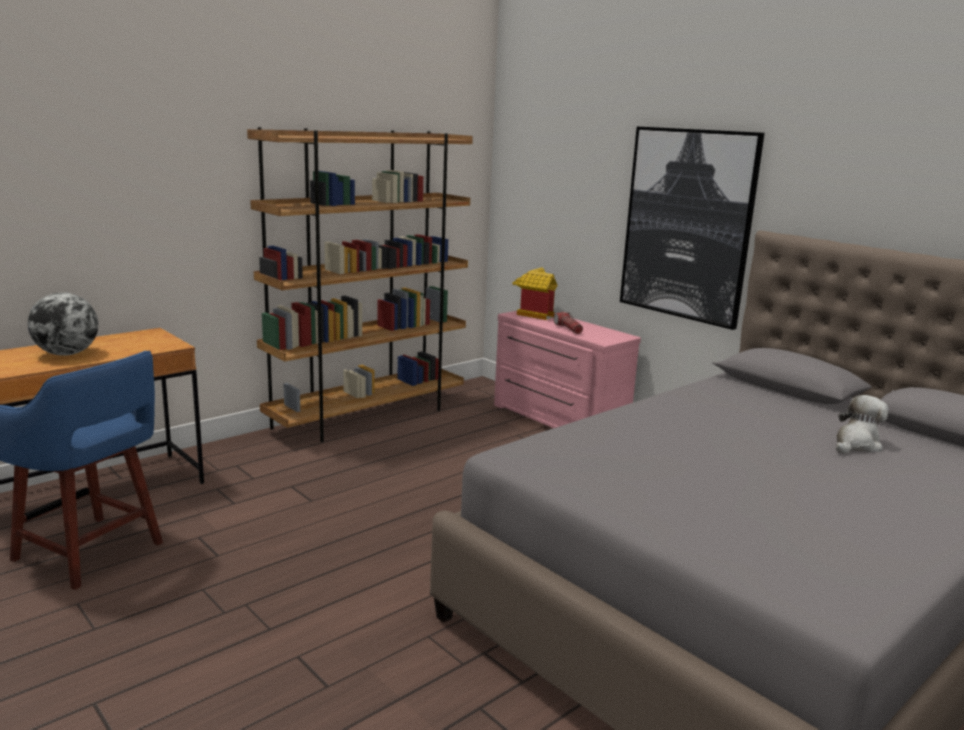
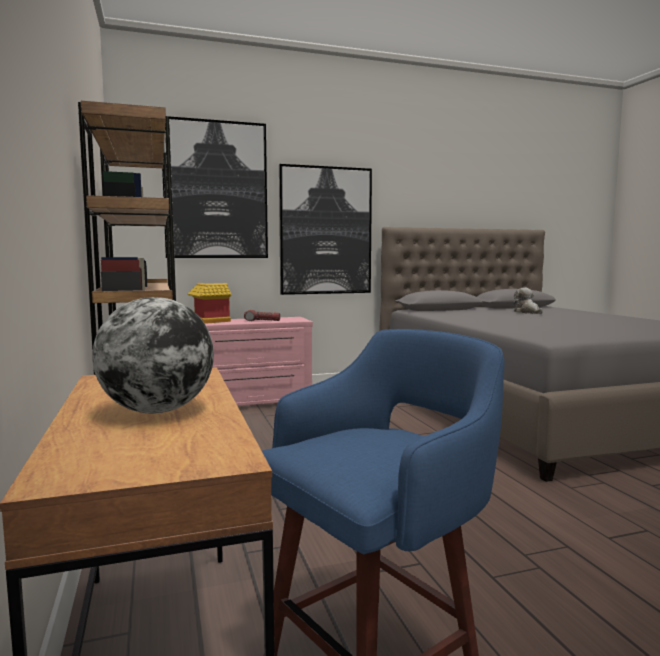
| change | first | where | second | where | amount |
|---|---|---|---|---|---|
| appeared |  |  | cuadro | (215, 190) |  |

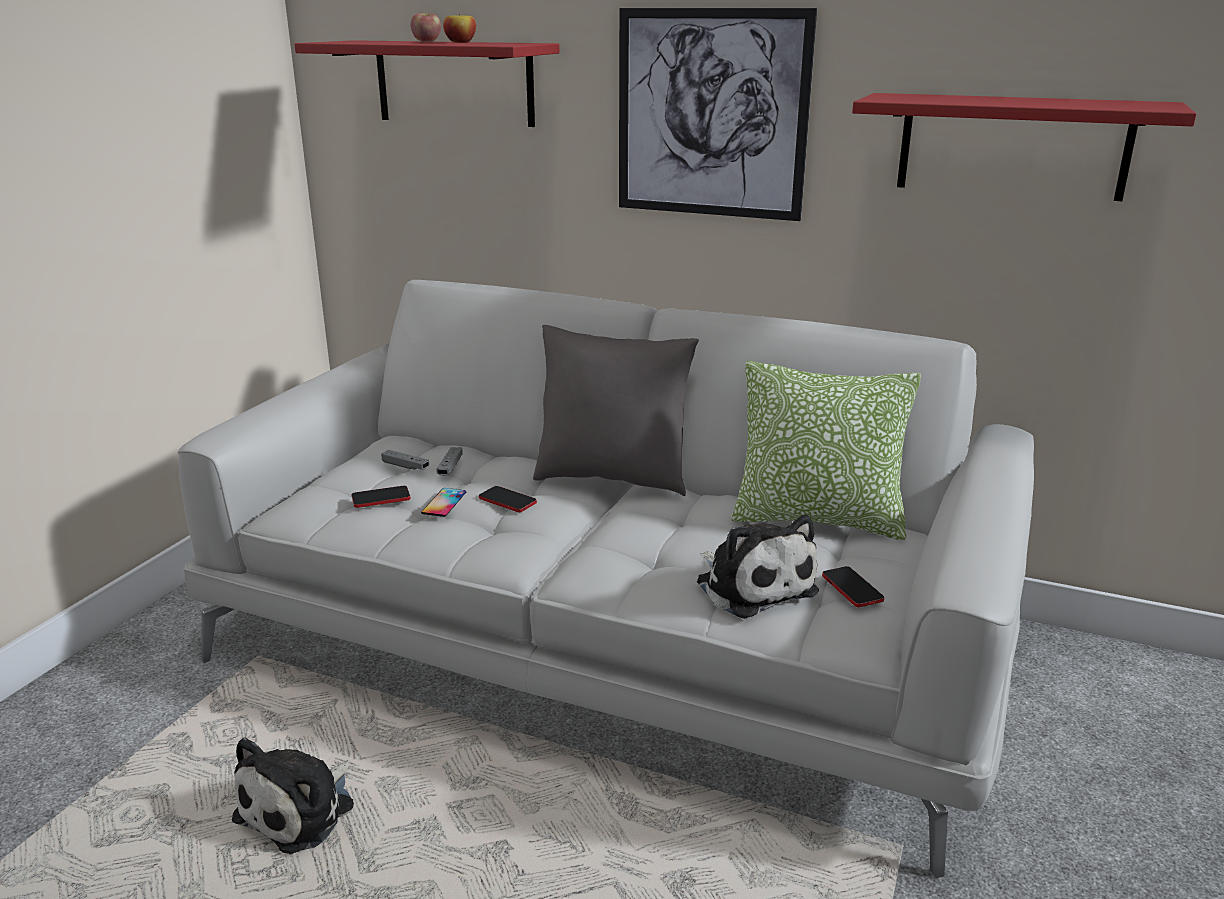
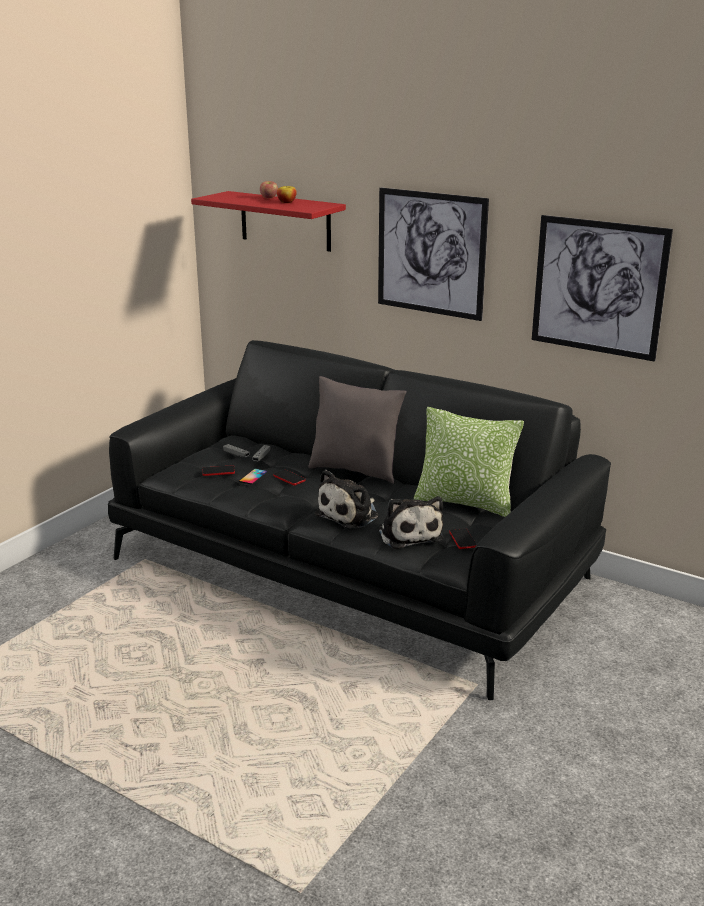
| change | first | where | second | where | amount |
|---|---|---|---|---|---|
| colour | sofá [blanco] | (611, 640) | sofá [negro] | (351, 570) |  |
| relocated | peluche | (301, 809) |  | (350, 514) |  |
| exchanged | estante [rojo] | (1012, 146) | cuadro | (598, 287) |  |

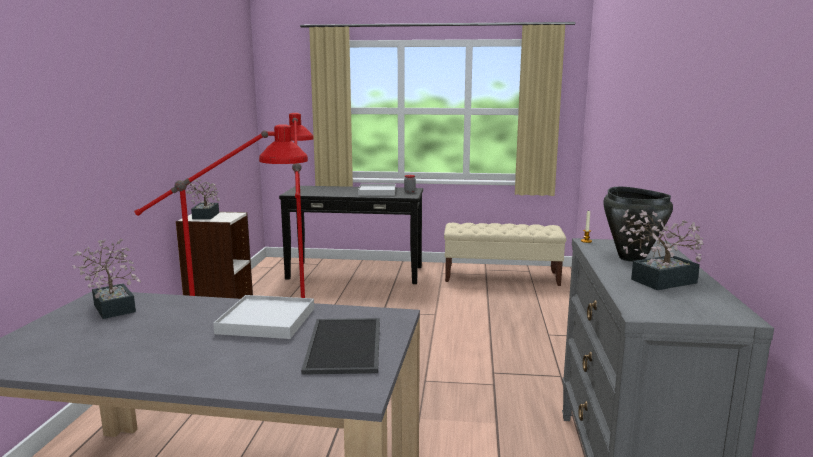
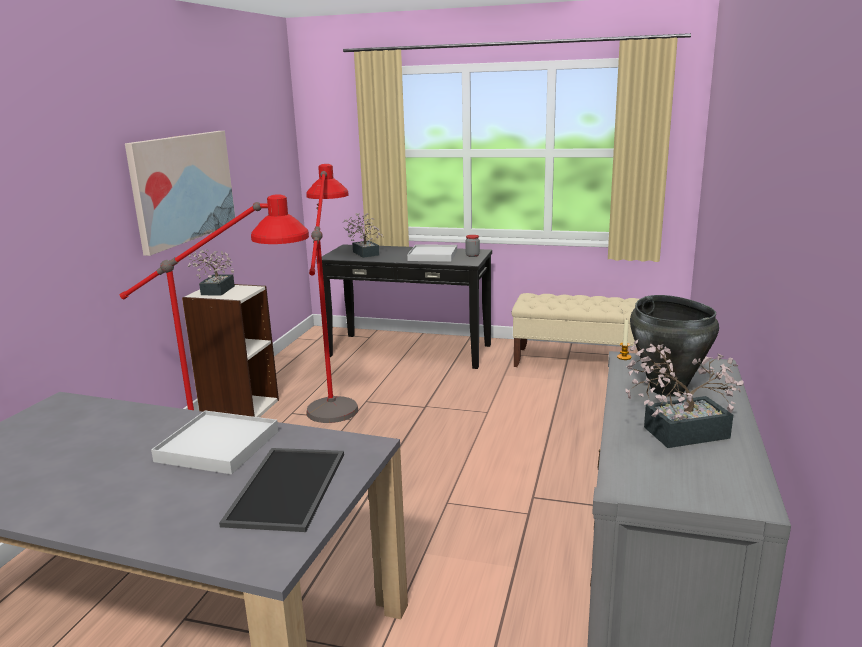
| change | first | where | second | where | amount |
|---|---|---|---|---|---|
| relocated | planta en maceta | (114, 306) |  | (365, 253) |  |
| appeared |  |  | cuadro | (183, 188) |  |

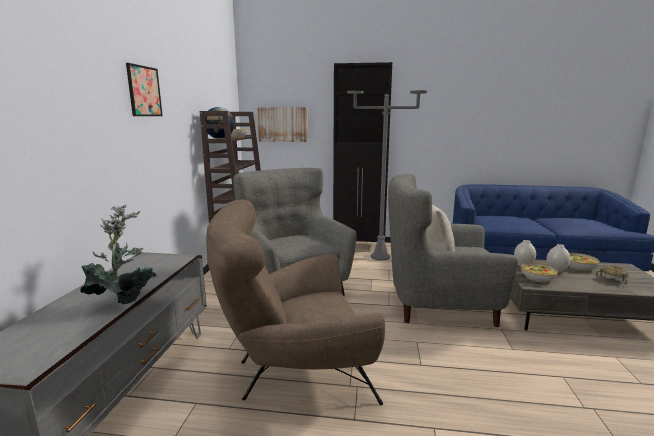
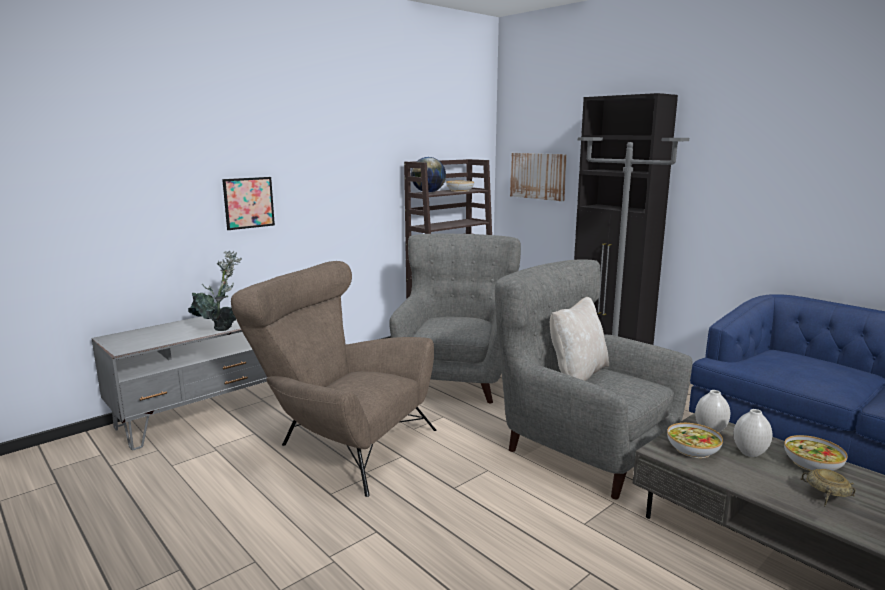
| change | first | where | second | where | amount |
|---|---|---|---|---|---|
| relocated | cuadro | (144, 91) |  | (248, 203) |  |

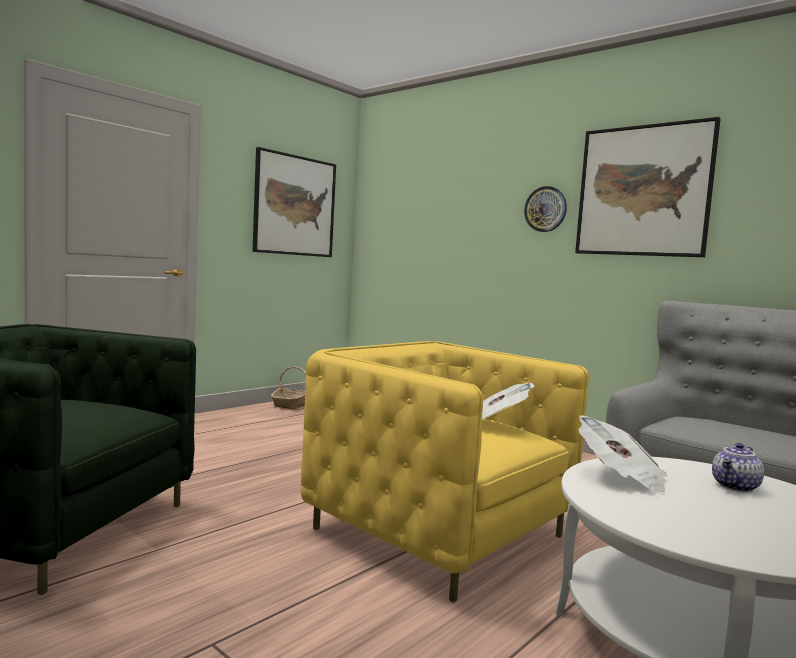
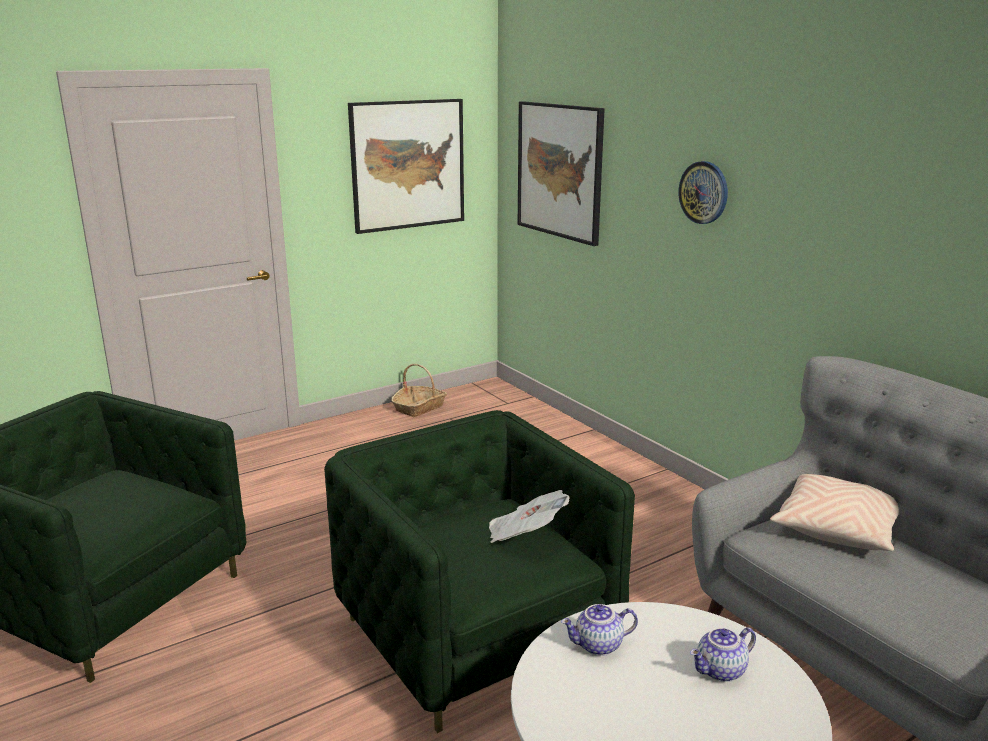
| change | first | where | second | where | amount |
|---|---|---|---|---|---|
| colour | sillón [amarillo] | (439, 532) | sillón [verde] | (476, 635) |  |
| relocated | cuadro | (643, 191) |  | (559, 171) |  |
| exchanged | periódico | (621, 478) | tetera | (598, 646) |  |
| appeared |  |  | cojín [beis] | (836, 527) |  |

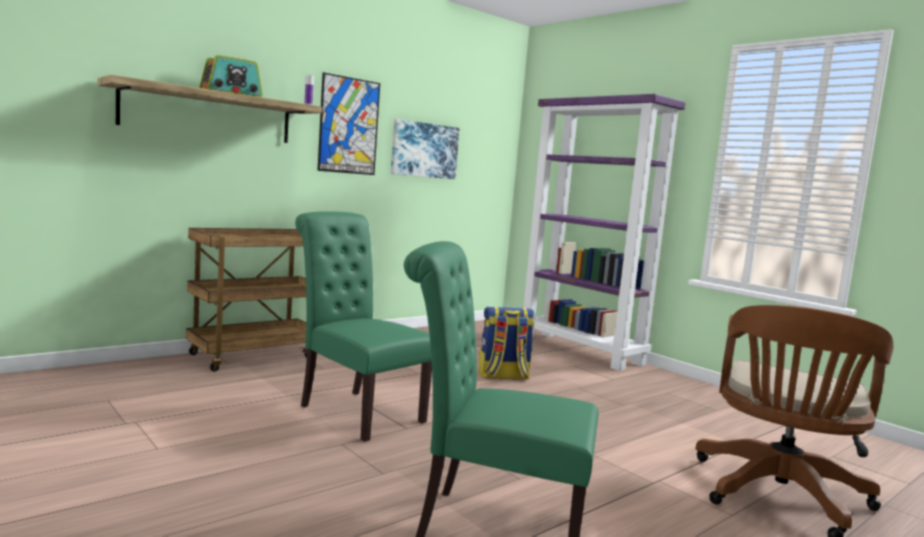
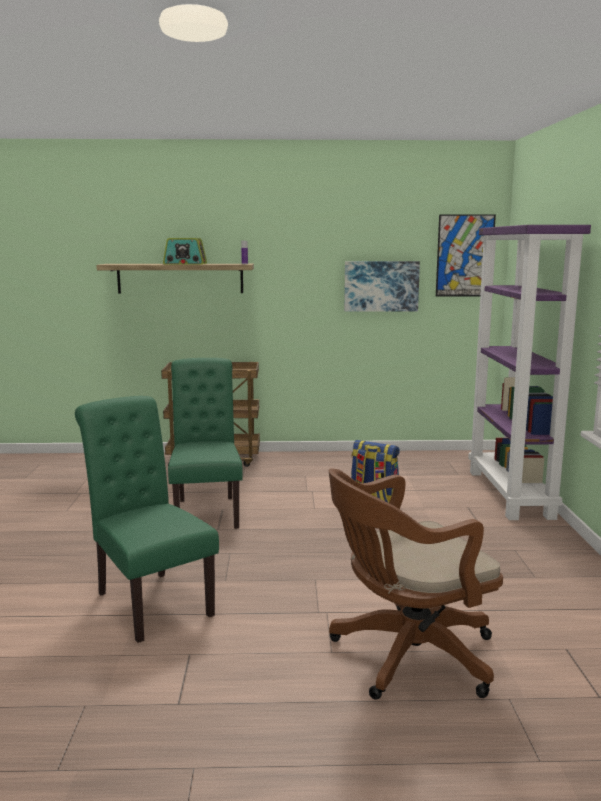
| change | first | where | second | where | amount |
|---|---|---|---|---|---|
| relocated | cuadro | (349, 126) |  | (465, 255) |  |

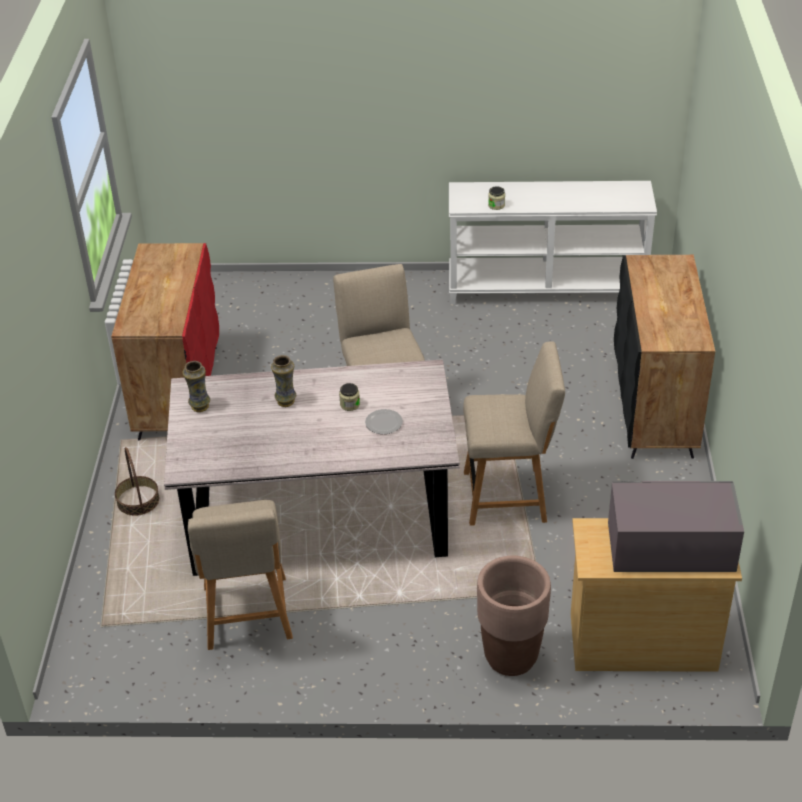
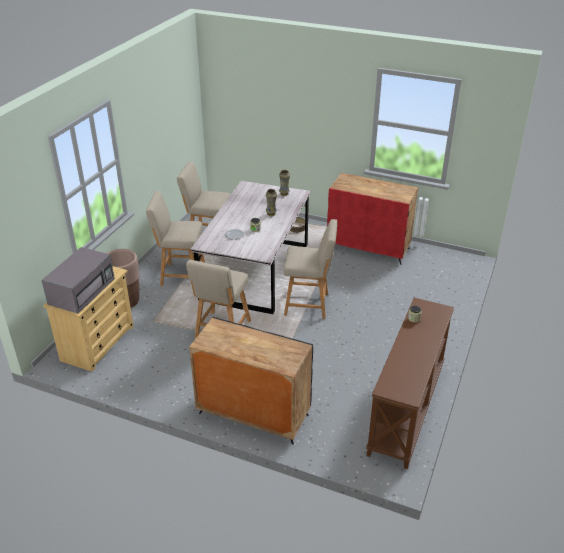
| change | first | where | second | where | amount |
|---|---|---|---|---|---|
| colour | mesa consola [blanco] | (547, 287) | mesa consola [marrón] | (407, 409) |  |
| appeared |  |  | silla [beis] | (180, 275) |  |

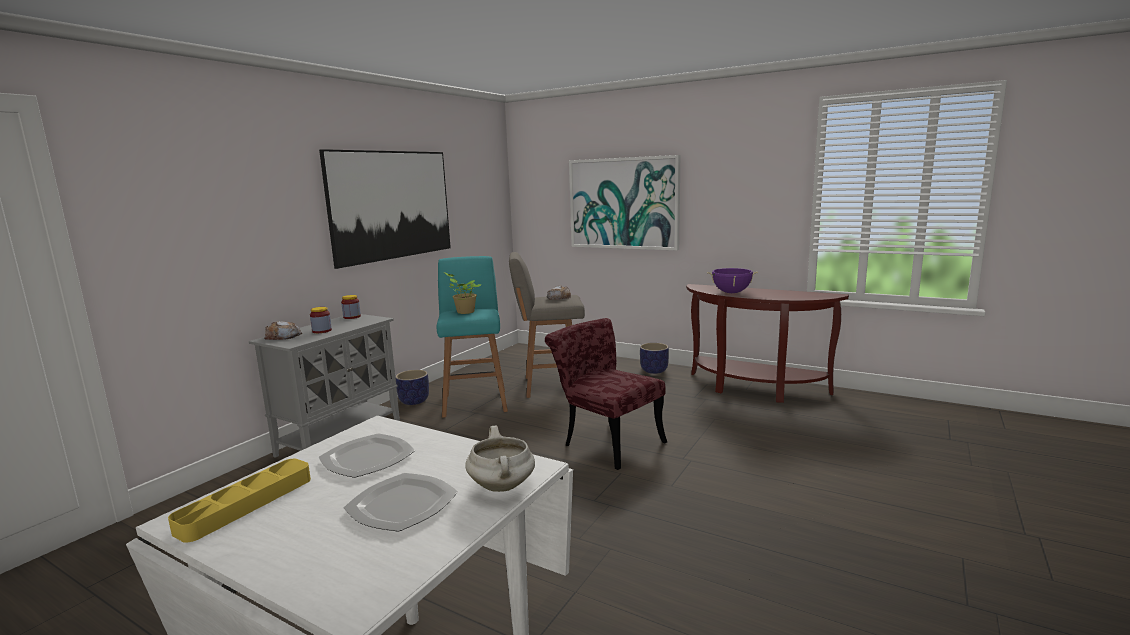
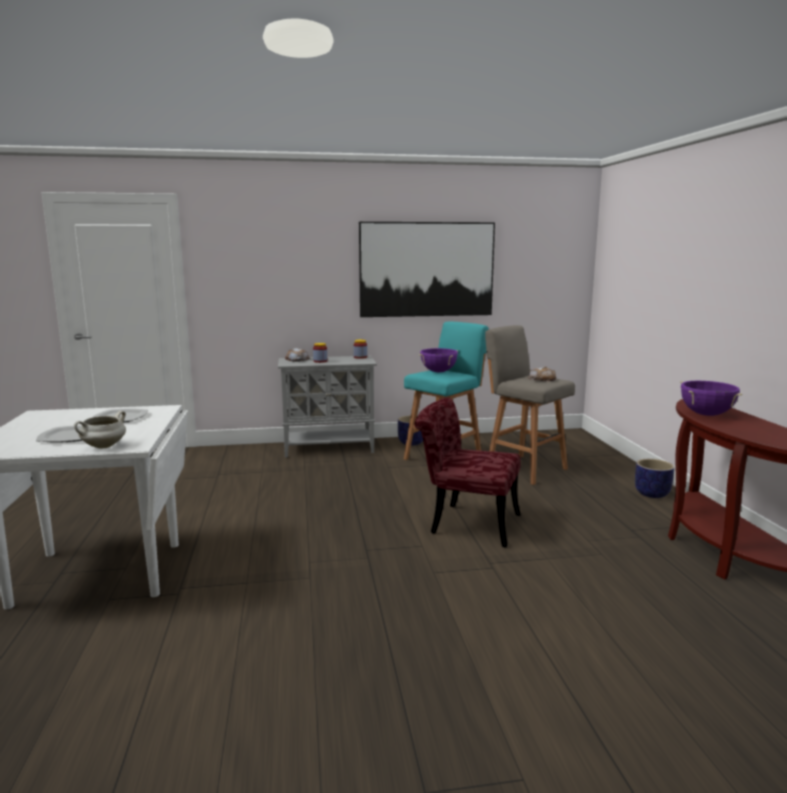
| change | first | where | second | where | amount |
|---|---|---|---|---|---|
| missing | bandeja [amarillo] | (246, 504) |  |  |  |
| exchanged | planta en maceta | (464, 312) | olla [morado] | (438, 372) |  |
| spun | silla [rojo] | (606, 441) |  | (465, 523) | 75 degrees counterclockwise |
| missing | cuadro | (623, 203) |  |  |  |

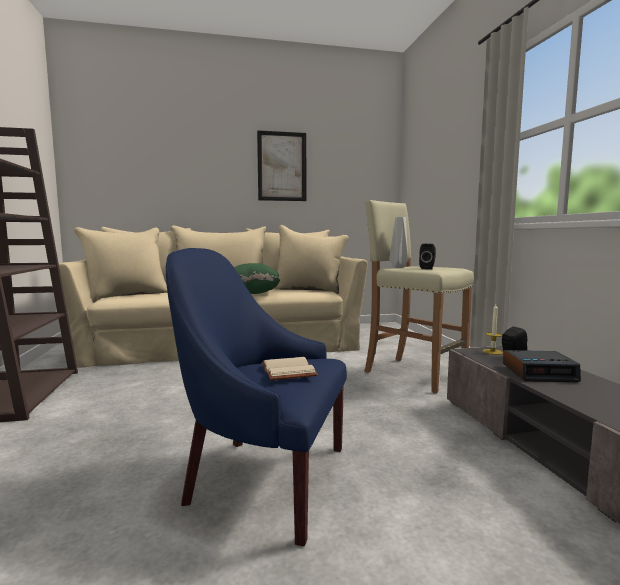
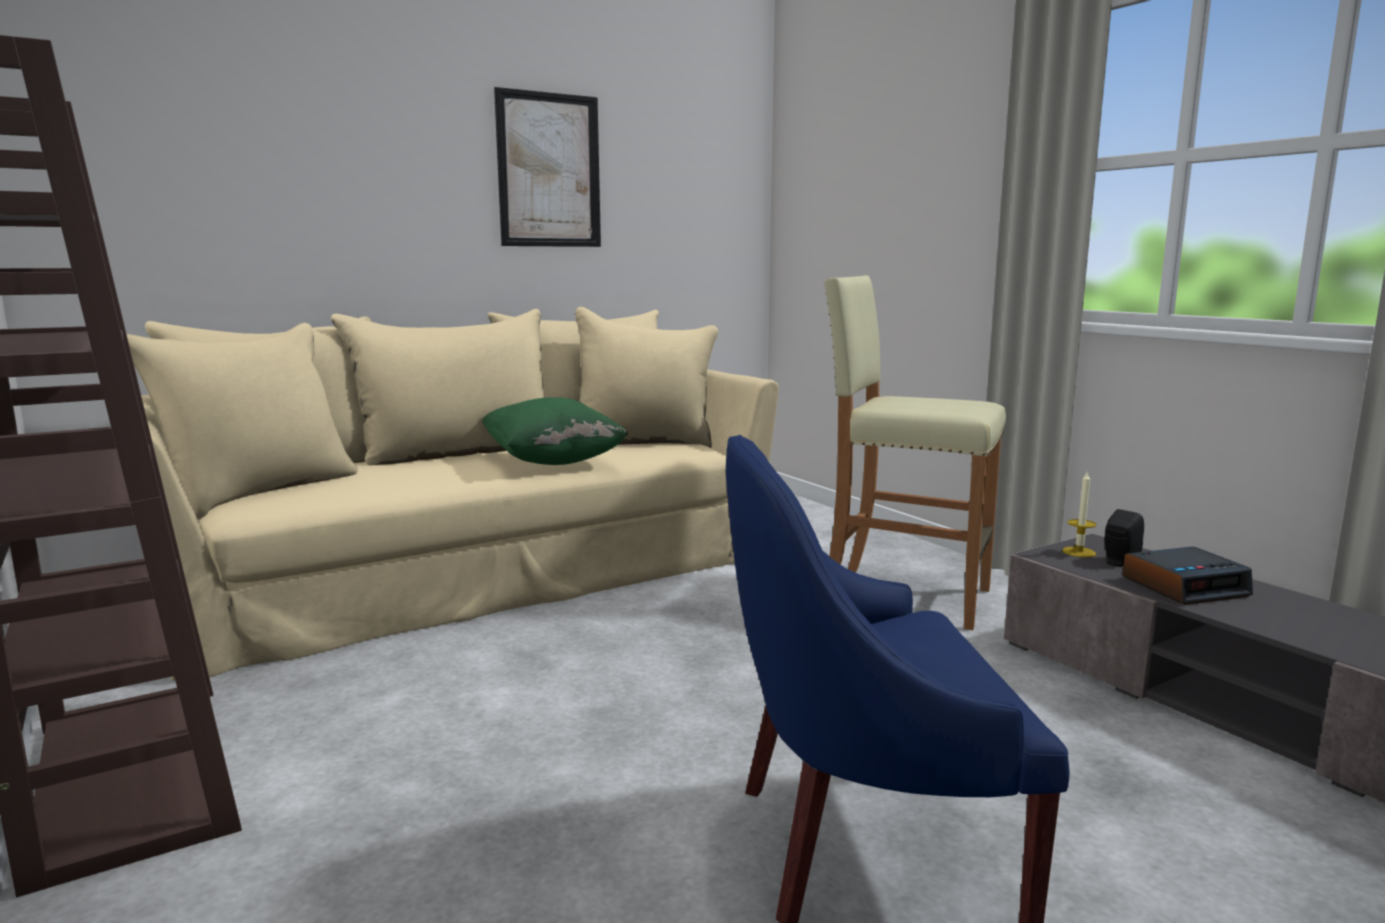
| change | first | where | second | where | amount |
|---|---|---|---|---|---|
| missing | libro [beis] | (286, 370) |  |  |  |
| missing | florero [gris] | (398, 267) |  |  |  |
| missing | altavoz [negro] | (427, 268) |  |  |  |

